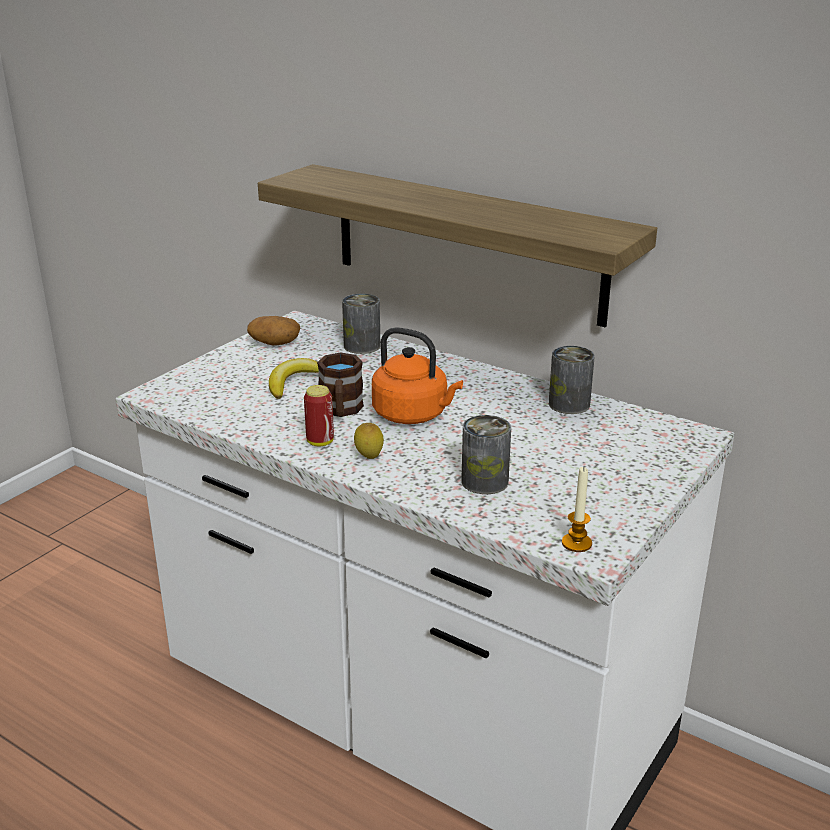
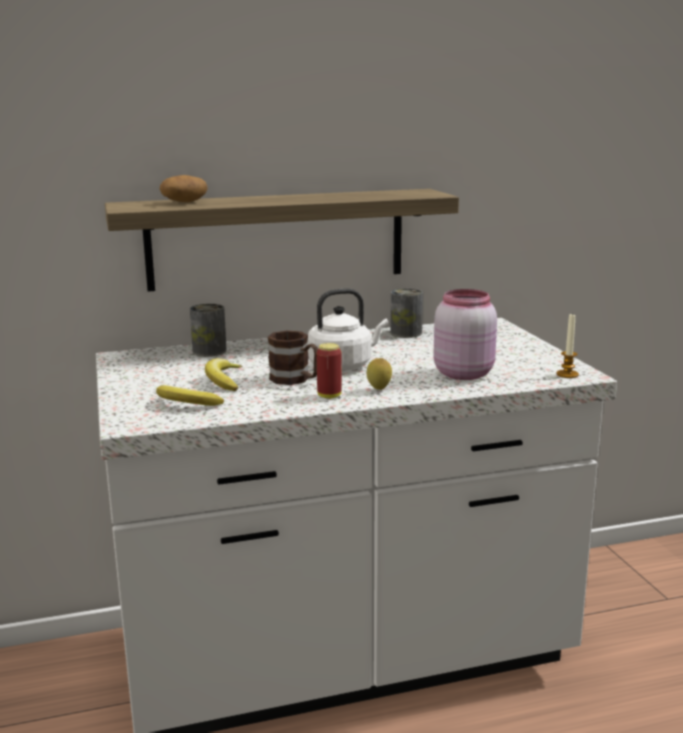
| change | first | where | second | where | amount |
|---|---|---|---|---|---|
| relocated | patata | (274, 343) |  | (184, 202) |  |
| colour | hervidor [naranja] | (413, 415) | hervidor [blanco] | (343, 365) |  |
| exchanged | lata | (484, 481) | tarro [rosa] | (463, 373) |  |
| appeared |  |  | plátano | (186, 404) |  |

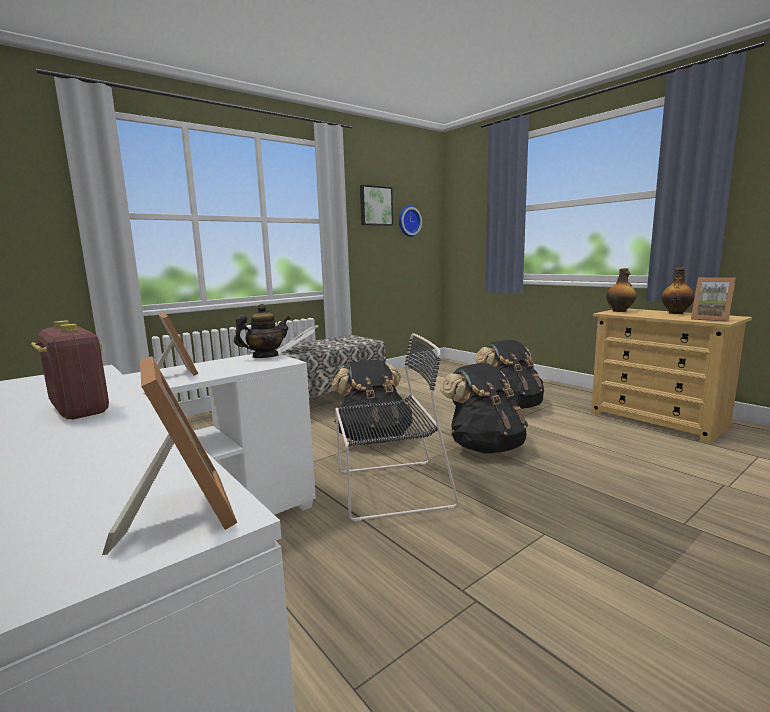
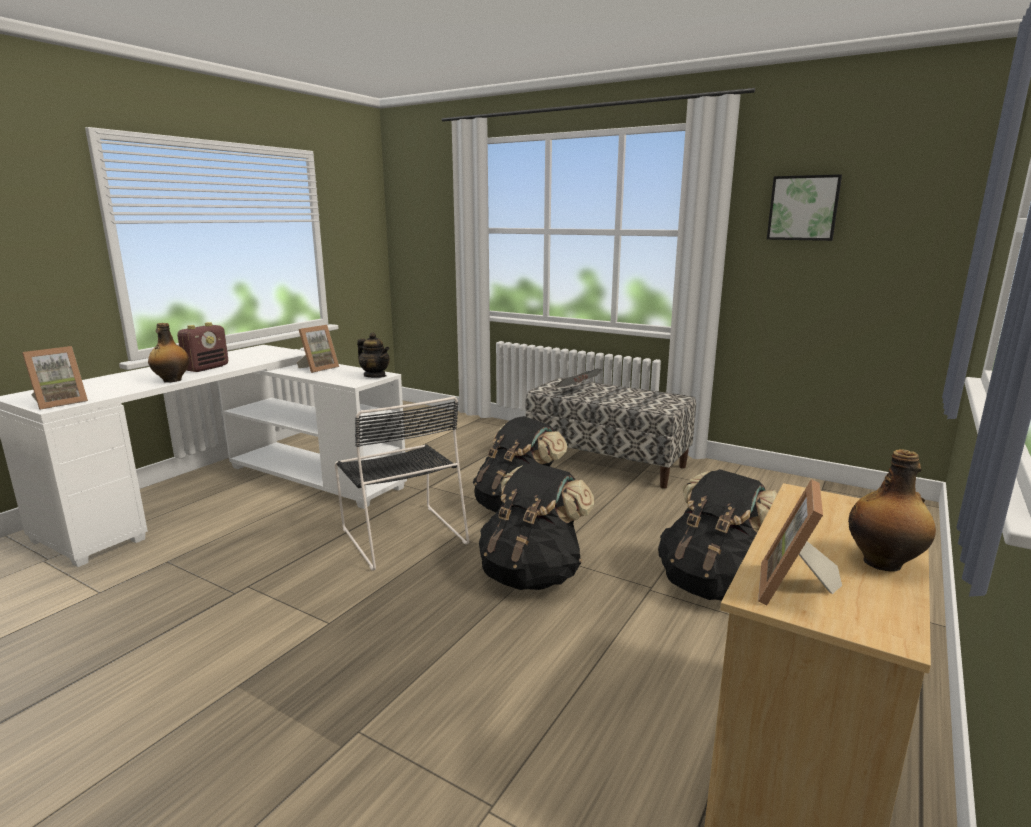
| change | first | where | second | where | amount |
|---|---|---|---|---|---|
| missing | reloj de pared | (408, 221) |  |  |  |
| relocated | botella | (620, 311) |  | (171, 380) |  |

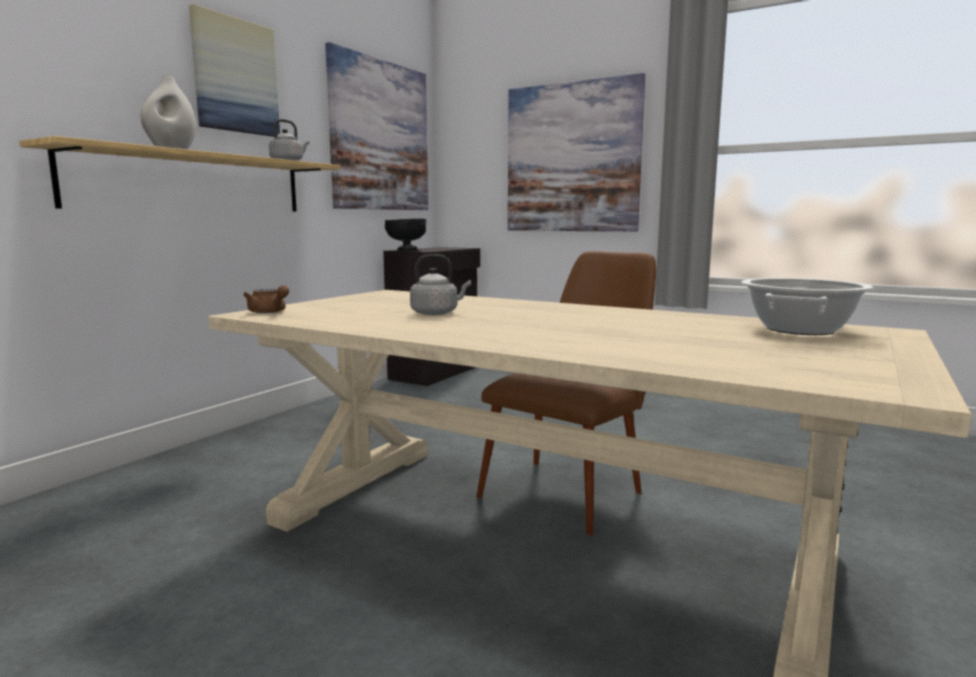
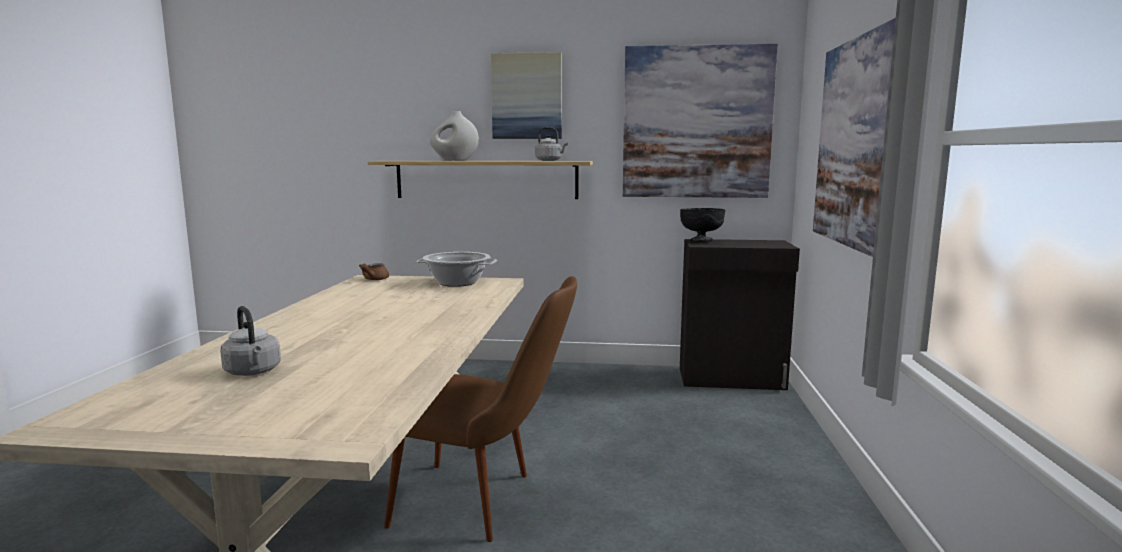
| change | first | where | second | where | amount |
|---|---|---|---|---|---|
| relocated | hervidor [gris] | (437, 313) |  | (253, 372) |  |
| relocated | olla | (800, 330) |  | (457, 283) |  |

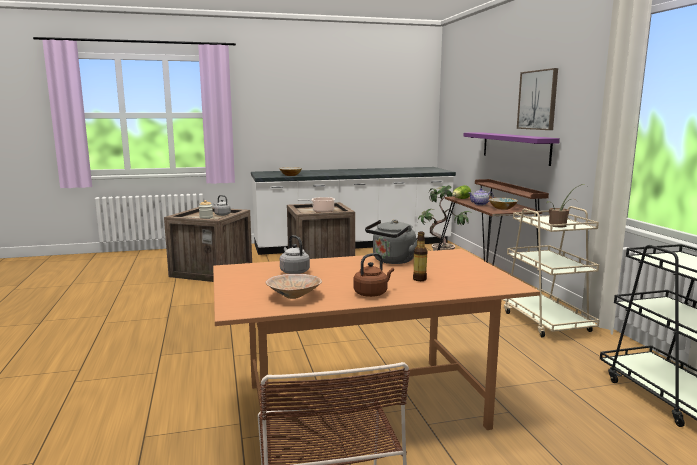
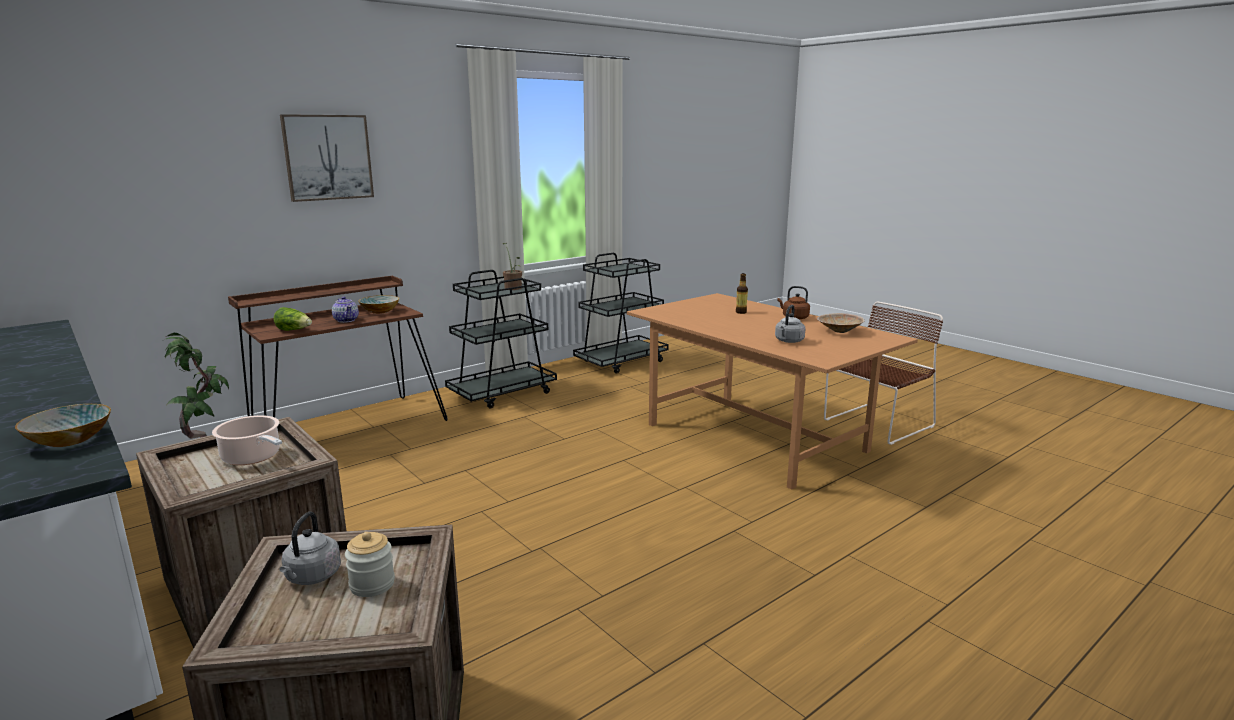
| change | first | where | second | where | amount |
|---|---|---|---|---|---|
| missing | hervidor [gris] | (392, 261) |  |  |  |
| missing | estante [morado] | (515, 147) |  |  |  |
| colour | carrito [beis] | (545, 321) | carrito [negro] | (503, 393) |  |

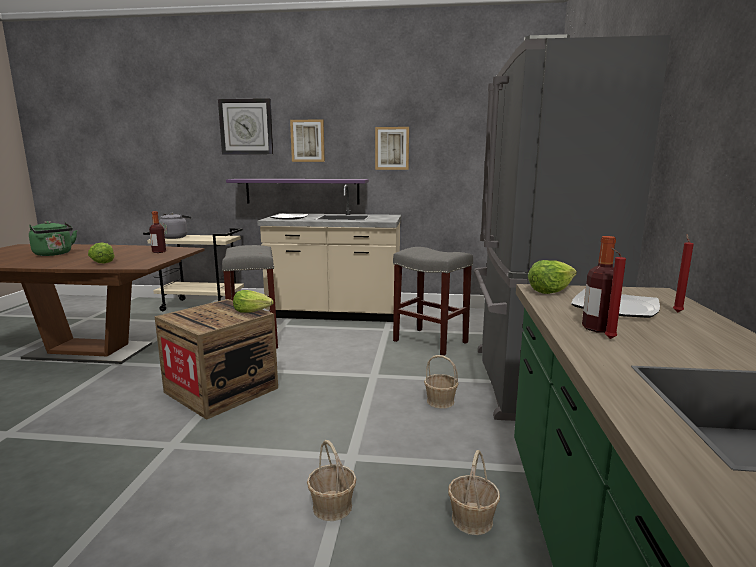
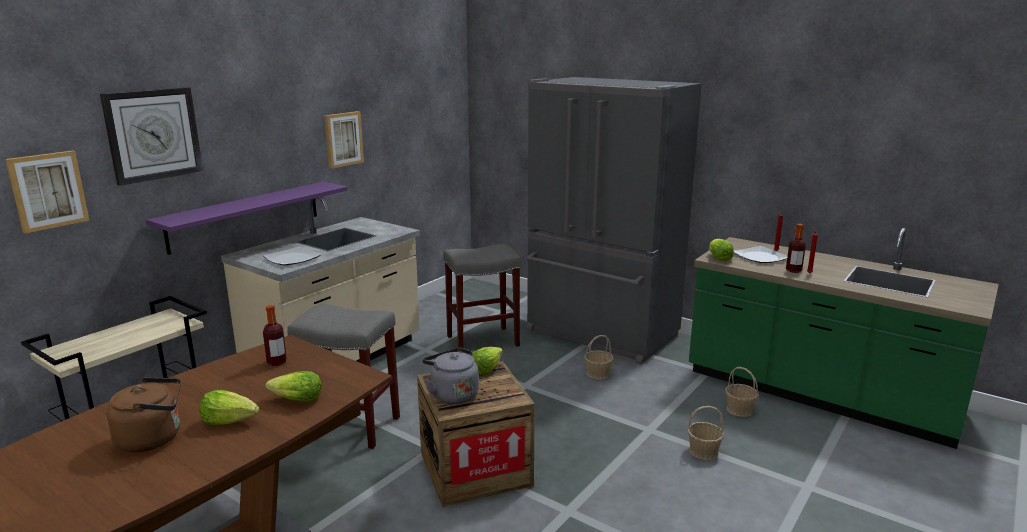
| change | first | where | second | where | amount |
|---|---|---|---|---|---|
| colour | hervidor [verde] | (54, 254) | hervidor [marrón] | (153, 438) |  |
| relocated | hervidor [gris] | (175, 237) |  | (452, 394) |  |
| relocated | cuadro | (307, 141) |  | (48, 190) |  |
| appeared |  |  | lechuga | (230, 420) |  |

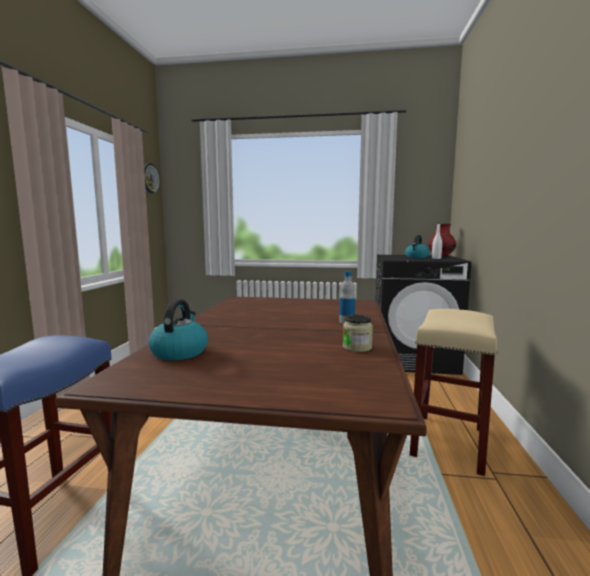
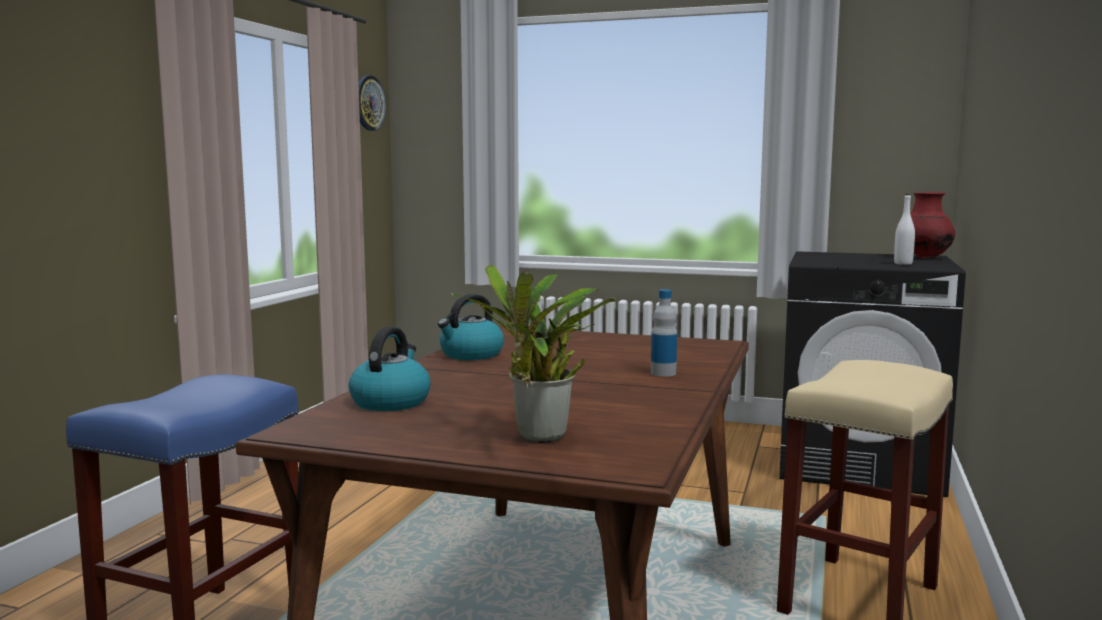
| change | first | where | second | where | amount |
|---|---|---|---|---|---|
| missing | tarro | (357, 347) |  |  |  |
| relocated | hervidor | (417, 257) |  | (471, 355) |  |
| appeared |  |  | planta en maceta | (539, 439) |  |

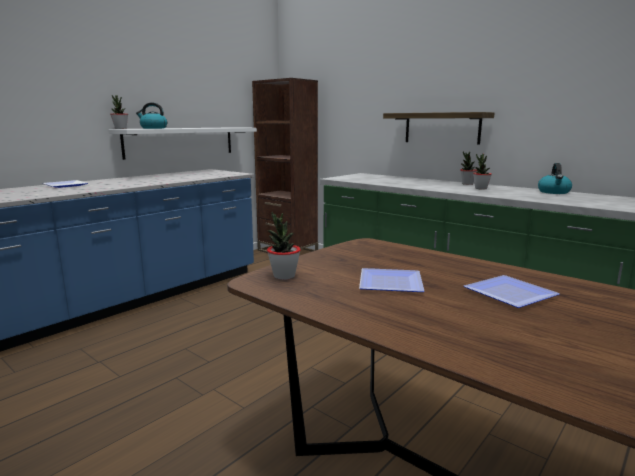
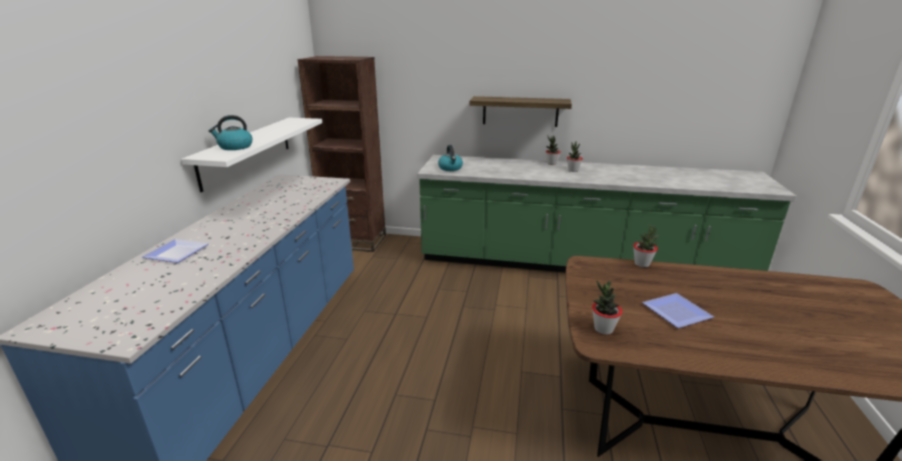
| change | first | where | second | where | amount |
|---|---|---|---|---|---|
| relocated | planta en maceta | (120, 128) |  | (642, 264) |  |
| missing | plato | (513, 294) |  |  |  |
| relocated | hervidor | (554, 192) |  | (450, 168) |  |

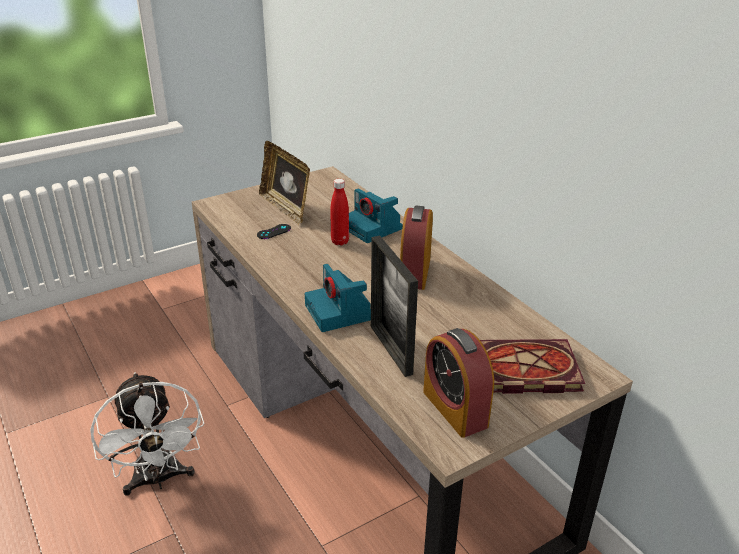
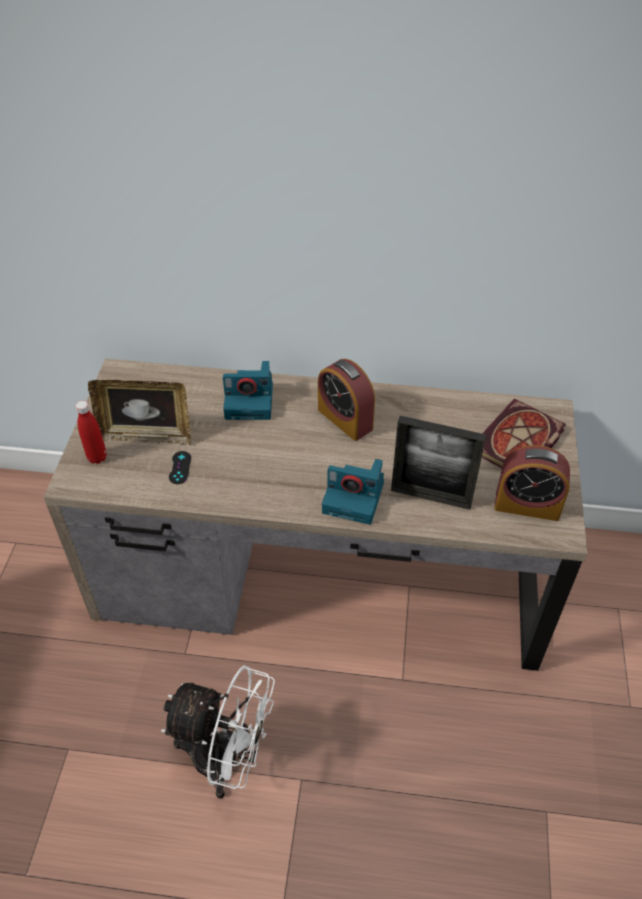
| change | first | where | second | where | amount |
|---|---|---|---|---|---|
| relocated | botella [rojo] | (340, 242) |  | (97, 457) |  |

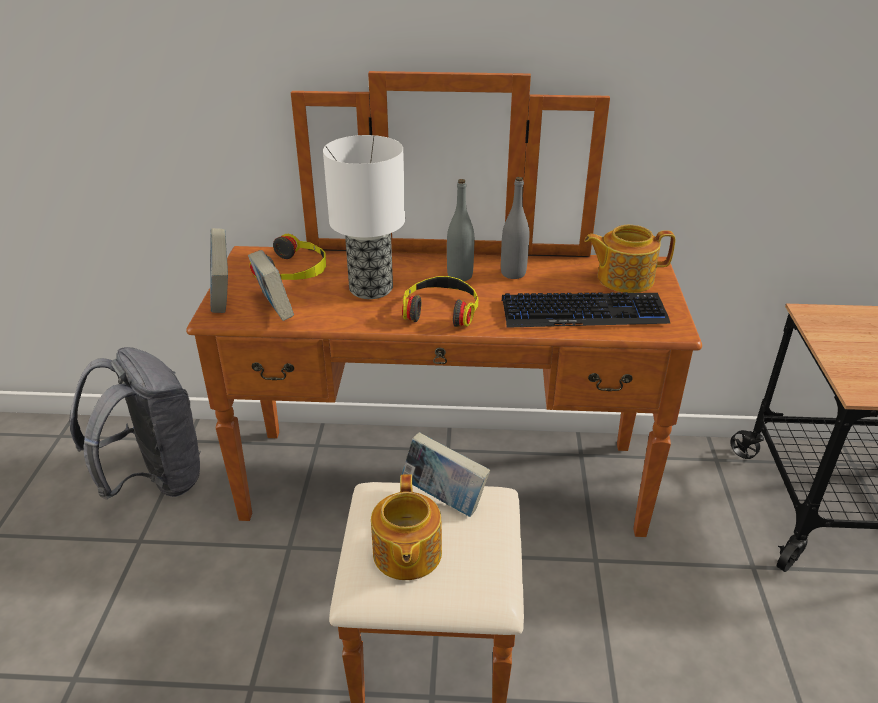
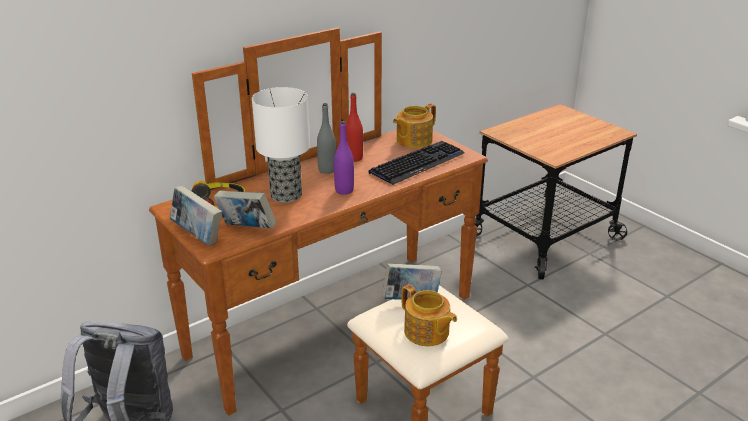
| change | first | where | second | where | amount |
|---|---|---|---|---|---|
| exchanged | auriculares | (441, 310) | botella [morado] | (344, 190) |  |
| colour | botella [gris] | (513, 273) | botella [rojo] | (354, 158) |  |

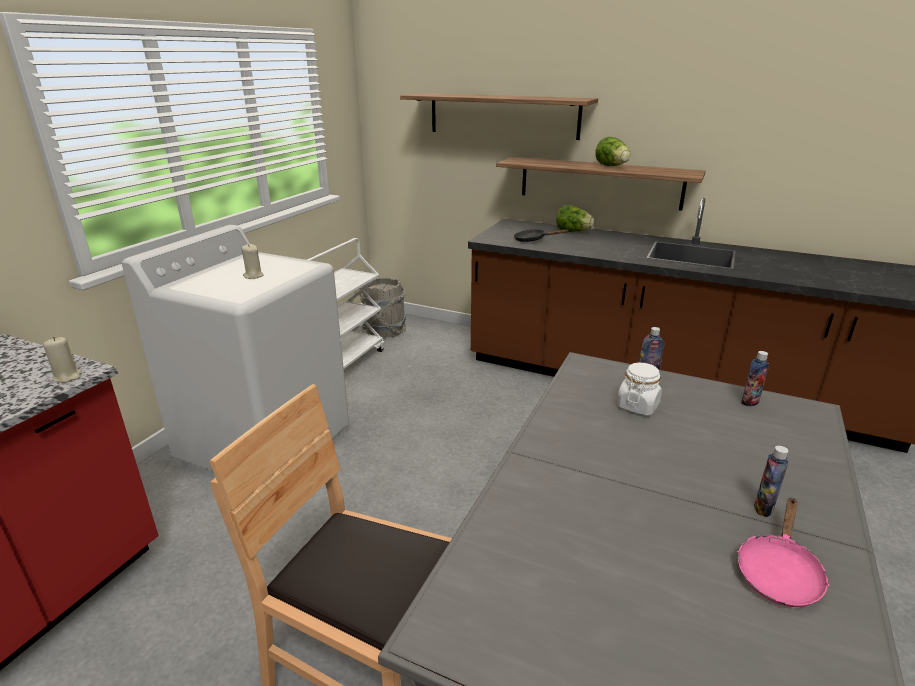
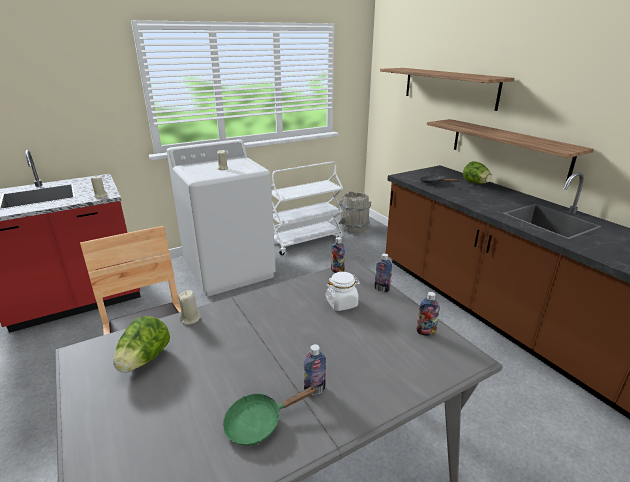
| change | first | where | second | where | amount |
|---|---|---|---|---|---|
| relocated | lechuga | (612, 166) |  | (144, 360) |  |
| colour | sartén [rosa] | (778, 572) | sartén [verde] | (259, 423) |  |
| appeared |  |  | vela [beis] | (190, 319) |  |
| appeared |  |  | botella | (337, 271) |  |

